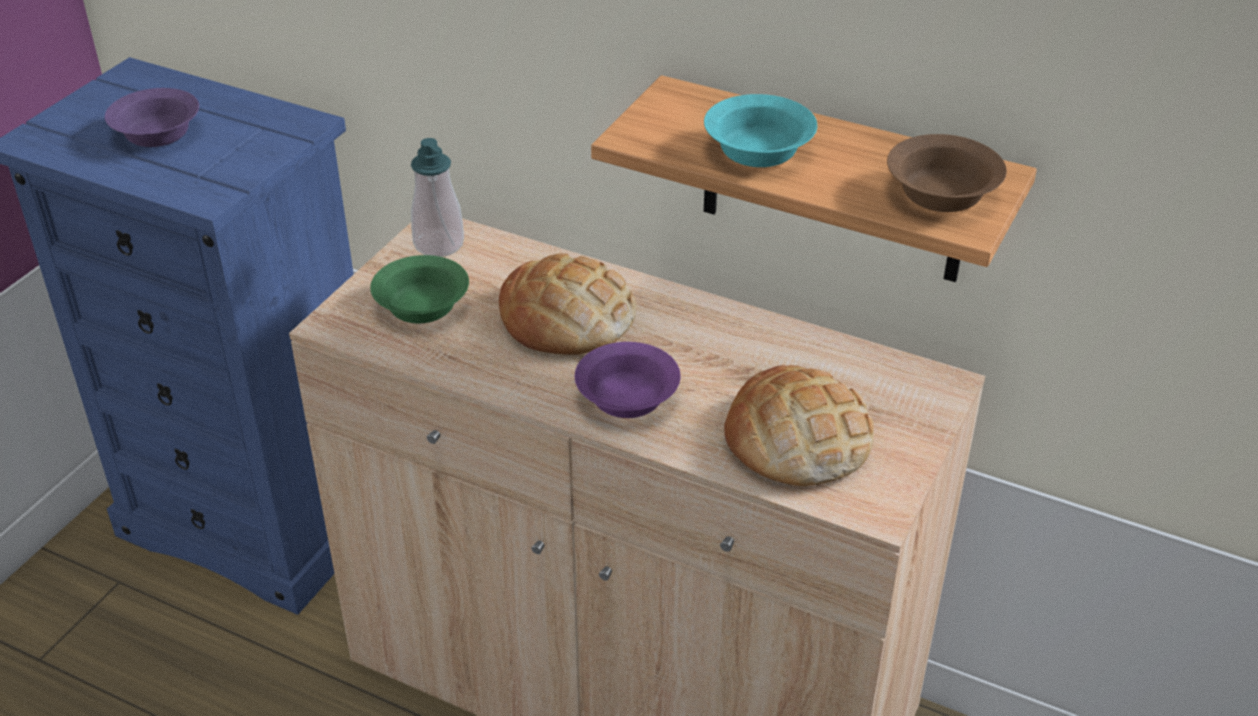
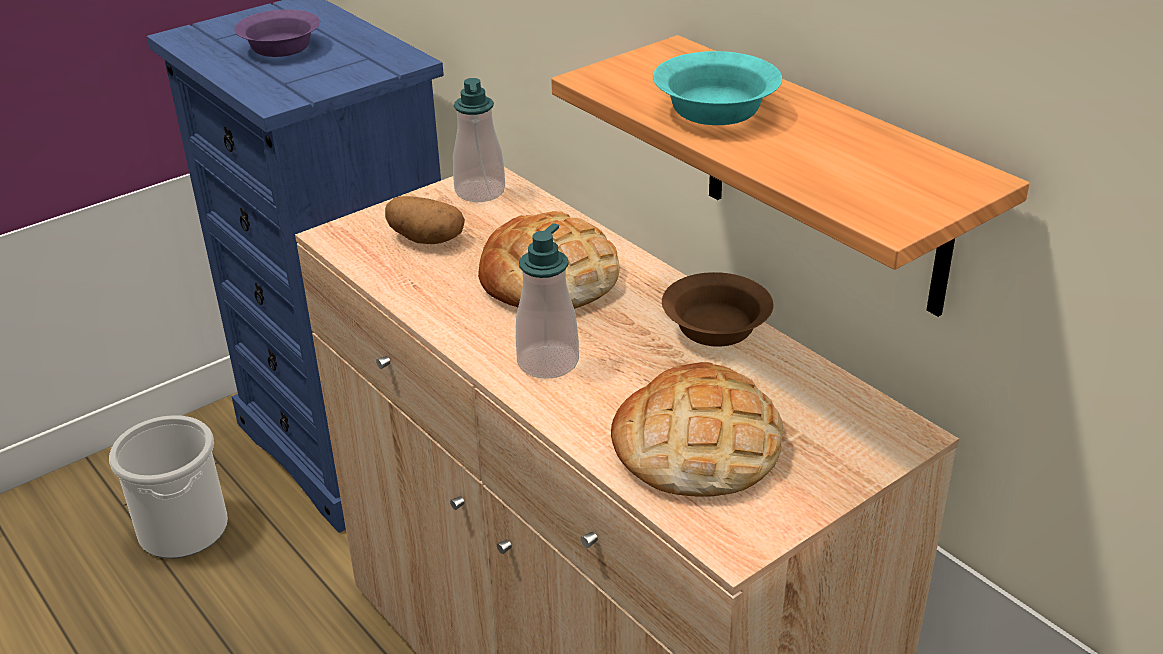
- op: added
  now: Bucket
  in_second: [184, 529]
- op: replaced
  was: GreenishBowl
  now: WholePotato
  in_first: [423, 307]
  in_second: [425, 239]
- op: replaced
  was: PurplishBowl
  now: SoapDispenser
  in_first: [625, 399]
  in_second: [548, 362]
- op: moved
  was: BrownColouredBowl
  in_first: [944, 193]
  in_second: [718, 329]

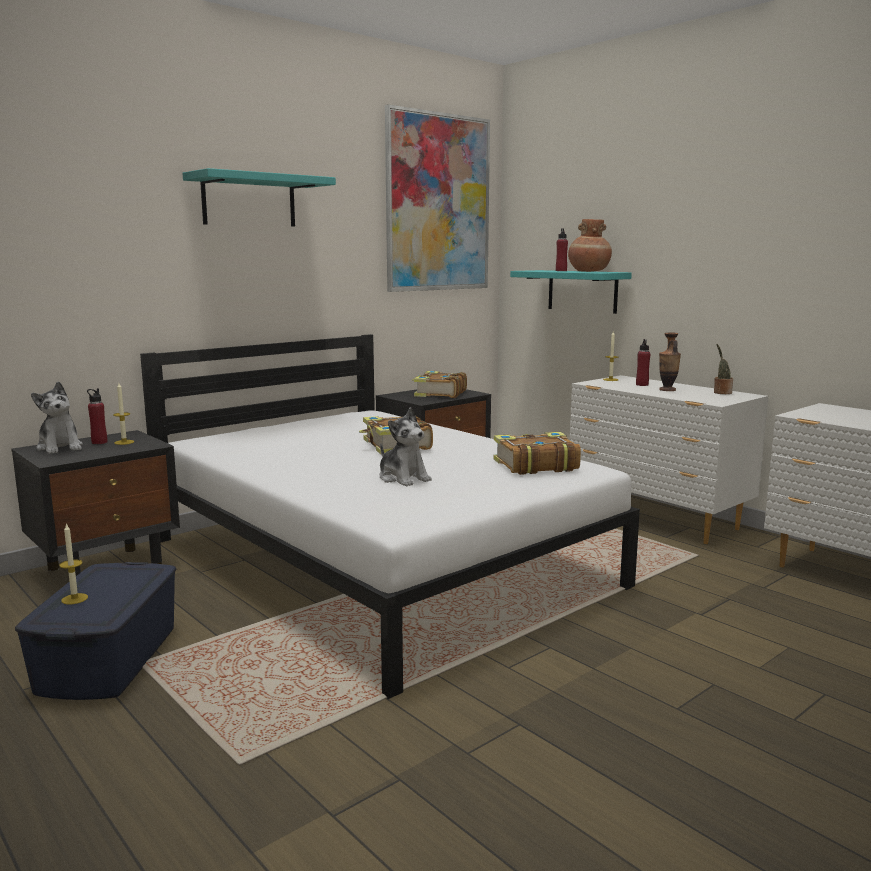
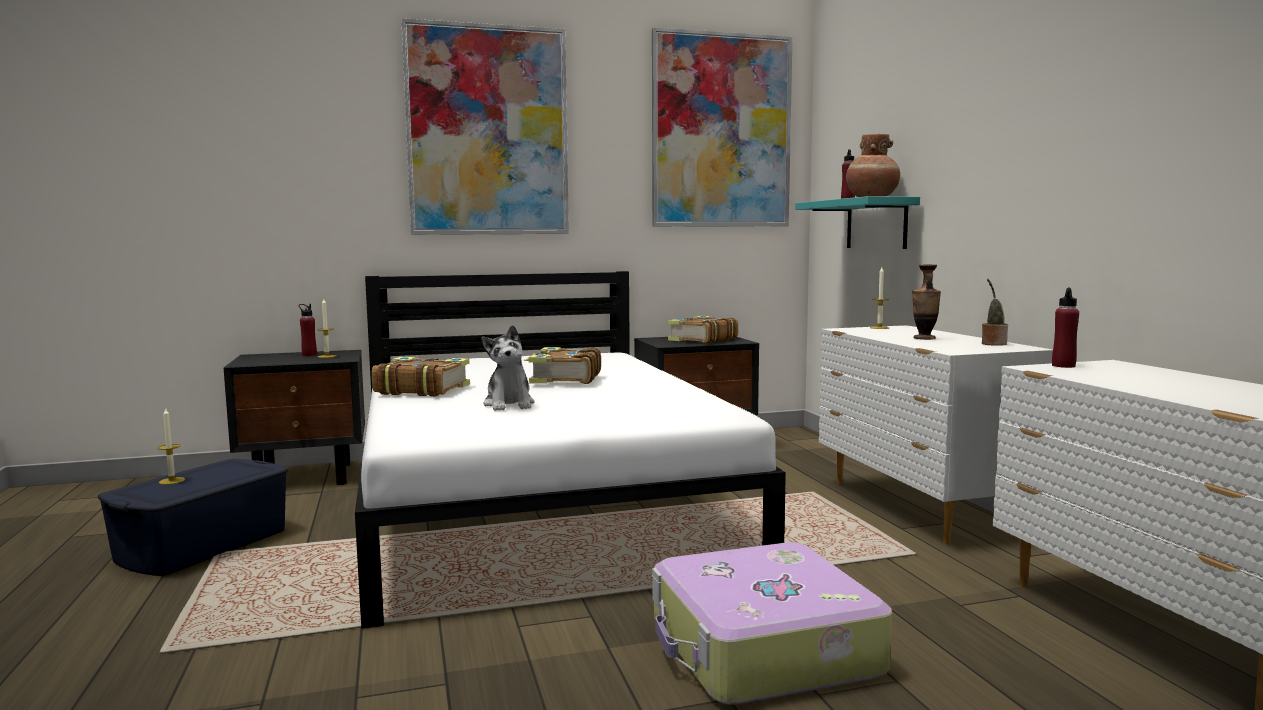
- op: moved
  was: BoundBook
  in_first: [534, 465]
  in_second: [421, 389]
- op: replaced
  was: TurquoiseColouredShelf
  now: WallPicture
  in_first: [249, 201]
  in_second: [488, 131]
- op: added
  now: PieceOfLuggage
  in_second: [762, 649]
- op: moved
  was: RedColouredDrinkBottle
  in_first: [642, 385]
  in_second: [1063, 366]
- op: removed
  was: CuddlyToy
  in_first: [60, 447]

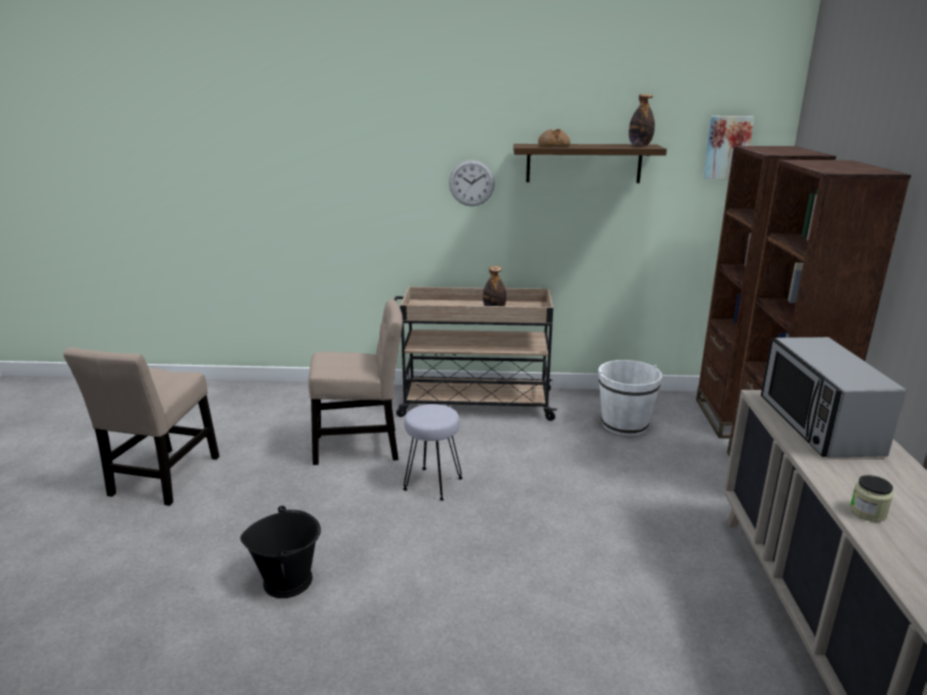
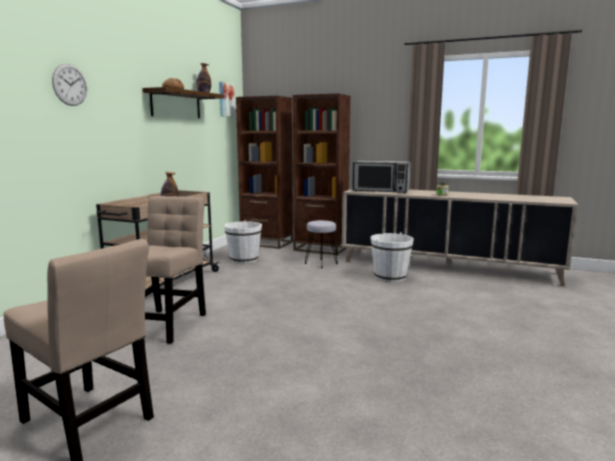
- op: moved
  was: WallClock
  in_first: [471, 183]
  in_second: [70, 85]
- op: moved
  was: GreyStoolSeat
  in_first: [433, 483]
  in_second: [321, 263]
- op: added
  now: WhiteColouredBucket
  in_second: [390, 277]
- op: removed
  was: BlackColouredBucket
  in_first: [288, 580]

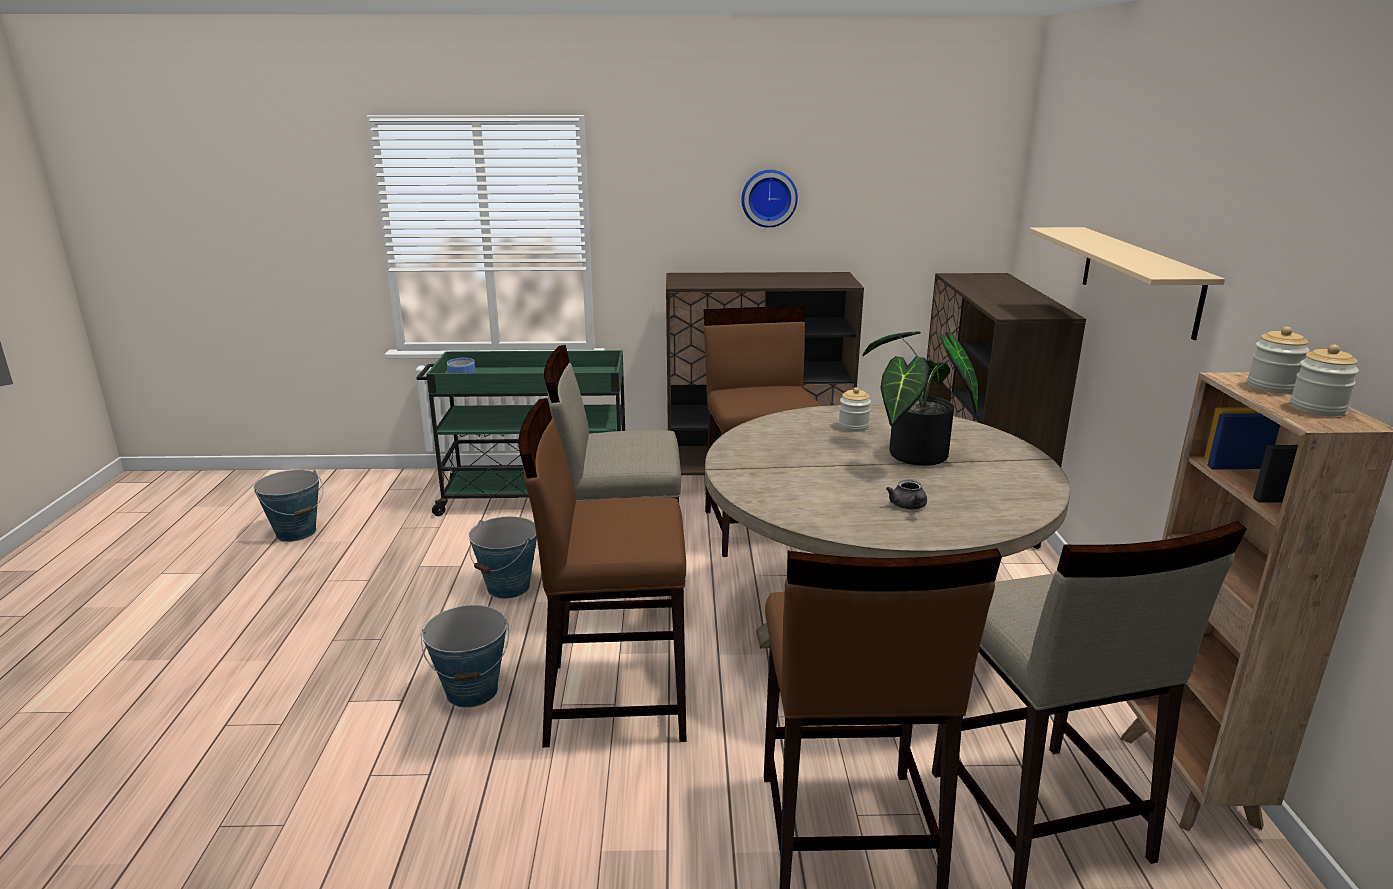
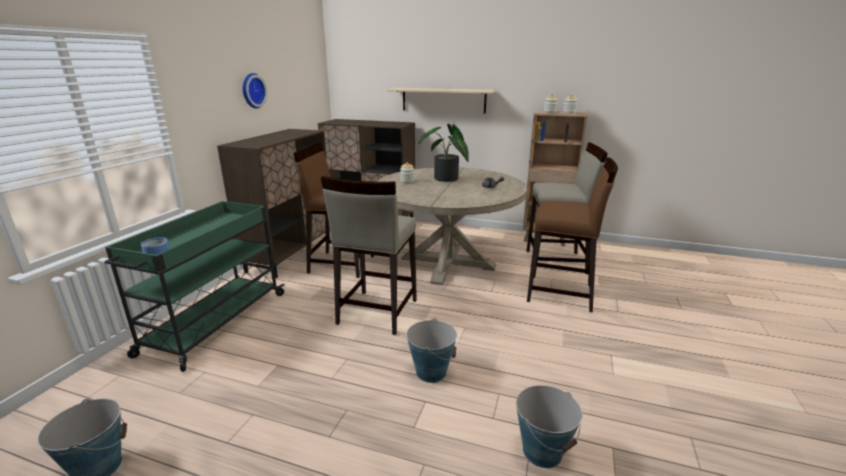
- op: moved
  was: Bucket
  in_first: [508, 587]
  in_second: [542, 451]
- op: removed
  was: BrownColouredStoolSeat
  in_first: [614, 700]

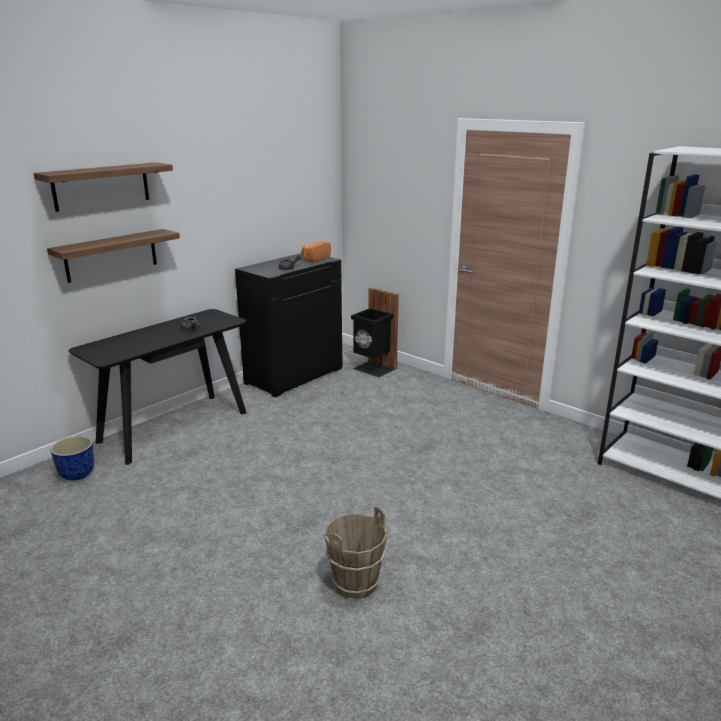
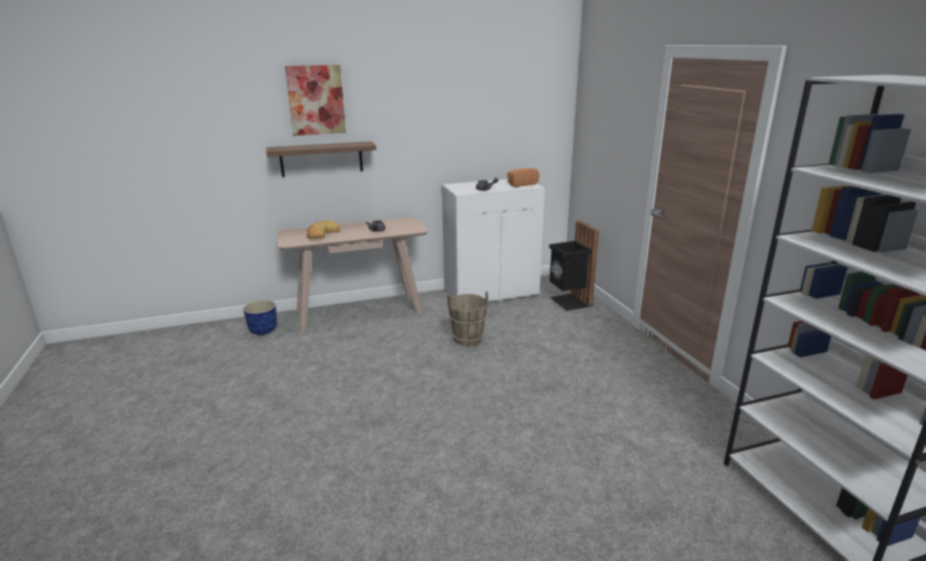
- op: recoloured
  was: BlackColouredConsoleTable
  now: BeigeConsoleTable
  in_first: [174, 426]
  in_second: [359, 312]
- op: replaced
  was: Shelf
  now: WallPicture
  in_first: [101, 186]
  in_second: [316, 100]
- op: added
  now: BakedBread
  in_second: [321, 234]
- op: recoloured
  was: BlackColouredStorageCabinet
  now: WhiteColouredStorageCabinet
  in_first: [294, 375]
  in_second: [491, 292]
- op: moved
  was: BrownColouredBucket
  in_first: [355, 584]
  in_second: [467, 339]

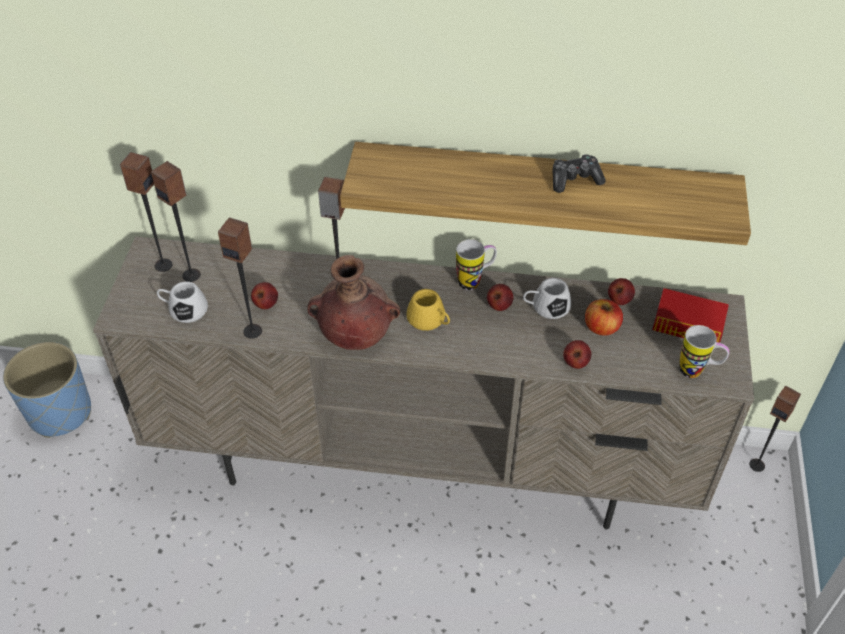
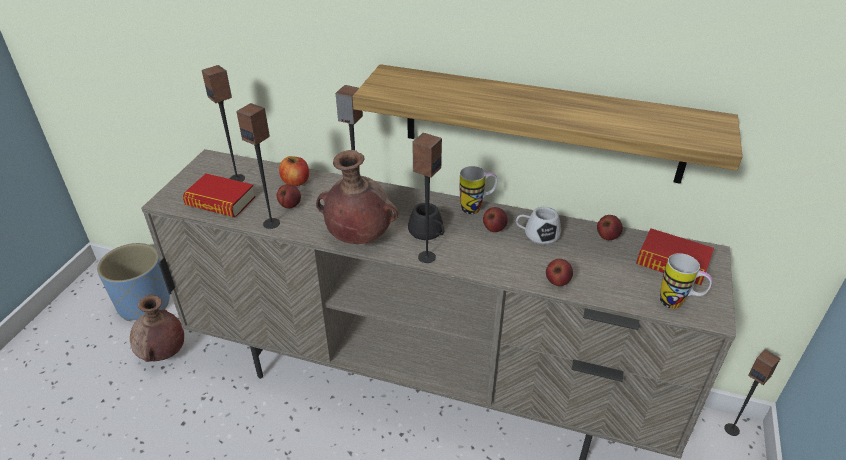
- op: added
  now: BrownColouredFlowerVase
  in_second: [163, 353]
- op: replaced
  was: WhiteColouredTeaMug
  now: BoundBook
  in_first: [184, 309]
  in_second: [220, 201]
- op: moved
  was: AppleFruit
  in_first: [601, 327]
  in_second: [296, 182]
- op: recoloured
  was: YellowTeaMug
  now: BlackColouredTeaMug
  in_first: [430, 320]
  in_second: [428, 233]
- op: moved
  was: Speaker
  in_first: [163, 265]
  in_second: [426, 257]
- op: removed
  was: GameController
  in_first: [575, 179]

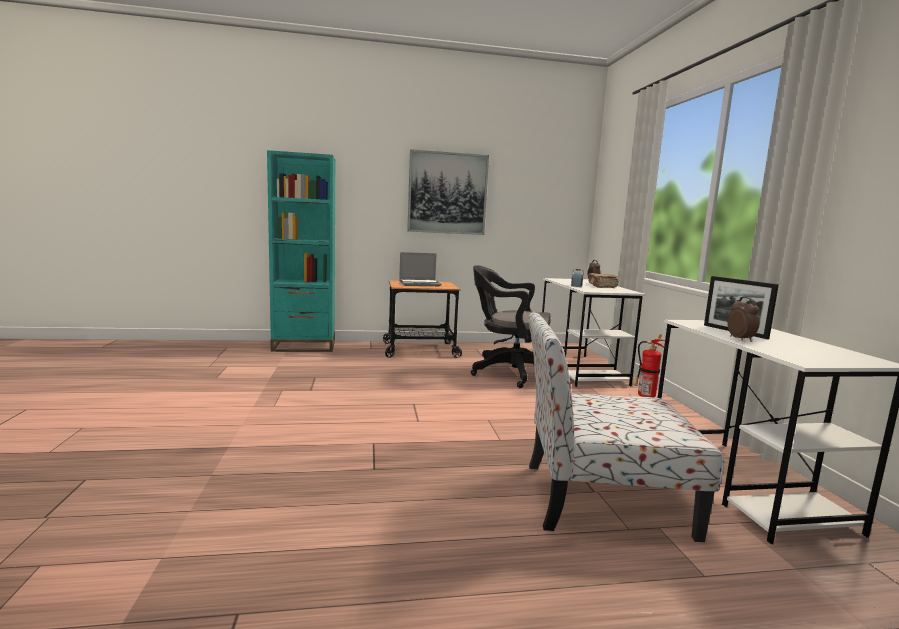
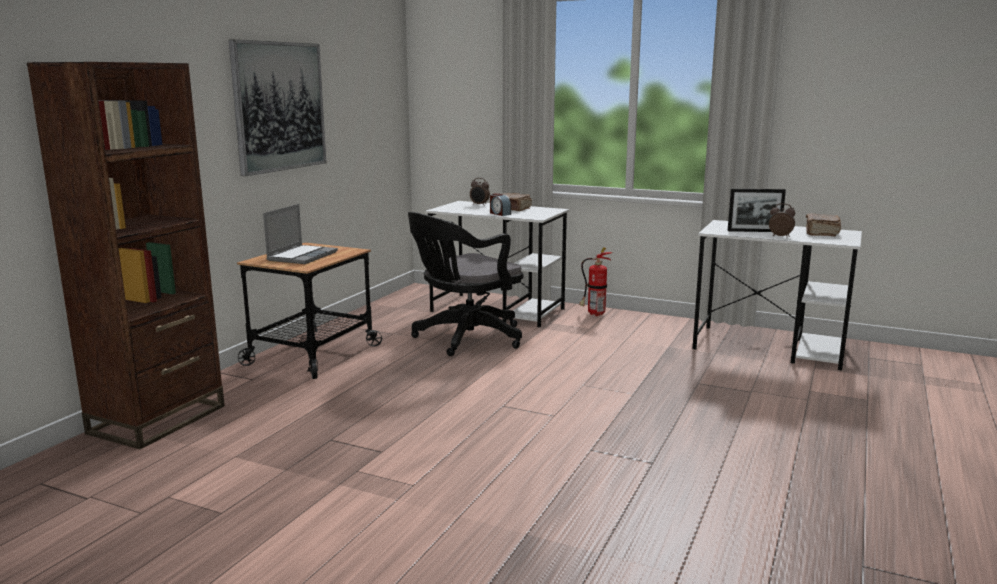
- op: recoloured
  was: TurquoiseColouredShelvingUnit
  now: BrownColouredShelvingUnit
  in_first: [304, 346]
  in_second: [158, 419]
- op: added
  now: BrownColouredBoundBook
  in_second: [821, 232]
- op: removed
  was: PlainChair
  in_first: [600, 499]

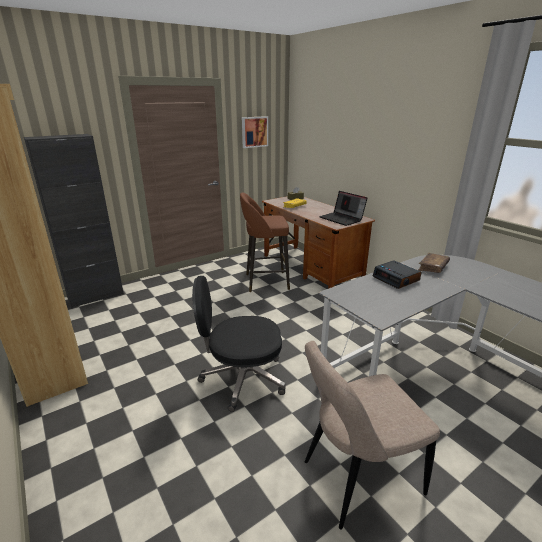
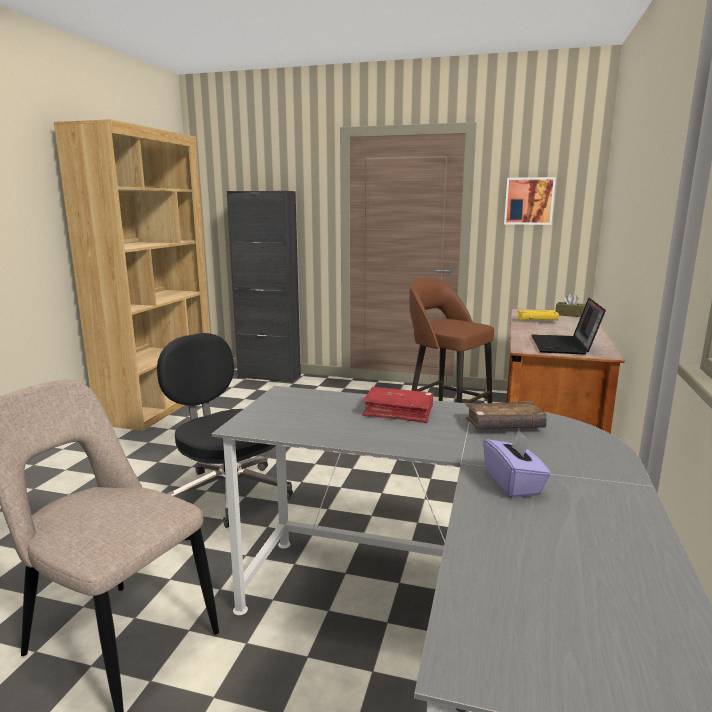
- op: replaced
  was: BedsideClock
  now: RedColouredBoundBook
  in_first: [396, 279]
  in_second: [398, 412]
- op: added
  now: PurplishTissueBox
  in_second: [513, 484]

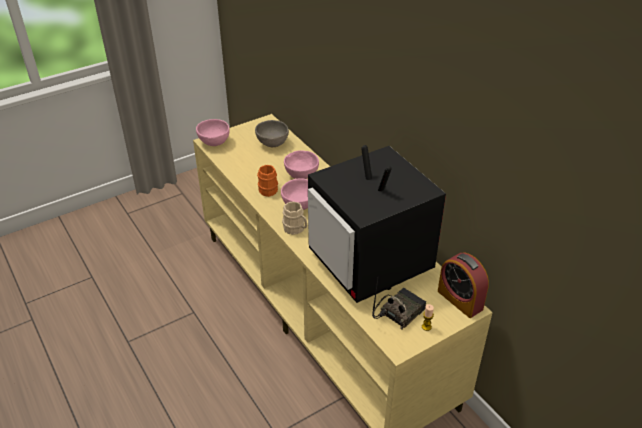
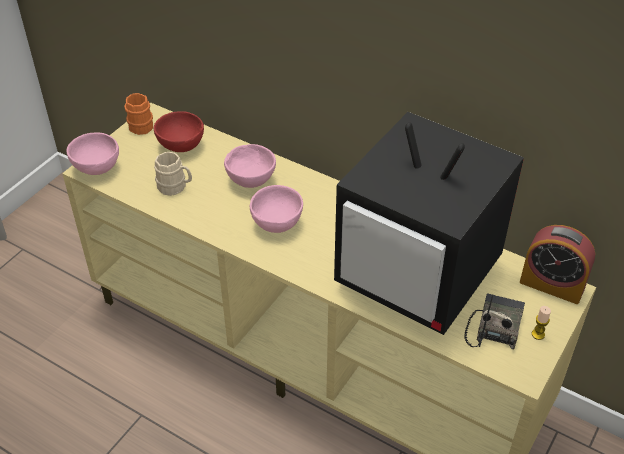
- op: moved
  was: OrangeTeaMug
  in_first: [269, 188]
  in_second: [141, 124]
- op: recoloured
  was: GreyBowl
  now: RedColouredBowl
  in_first: [272, 144]
  in_second: [181, 146]
- op: moved
  was: BeigeTeaMug
  in_first: [296, 229]
  in_second: [175, 187]

